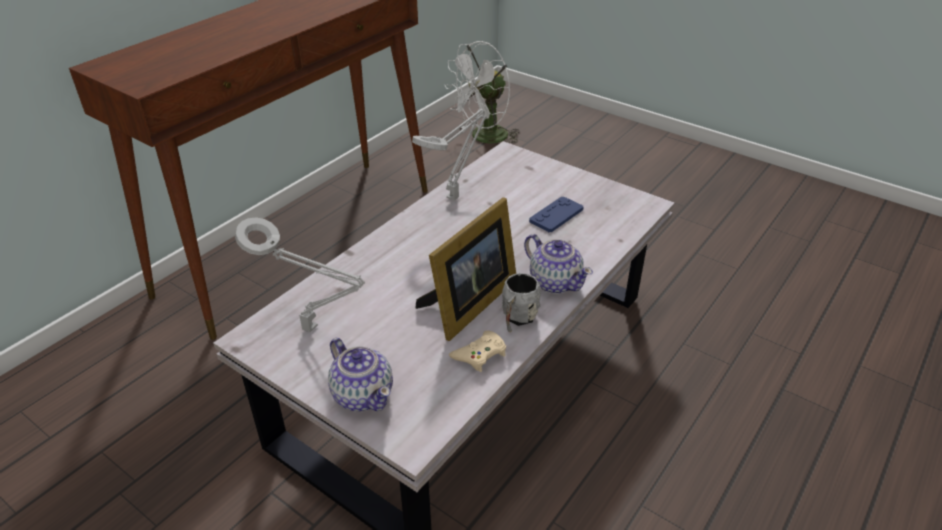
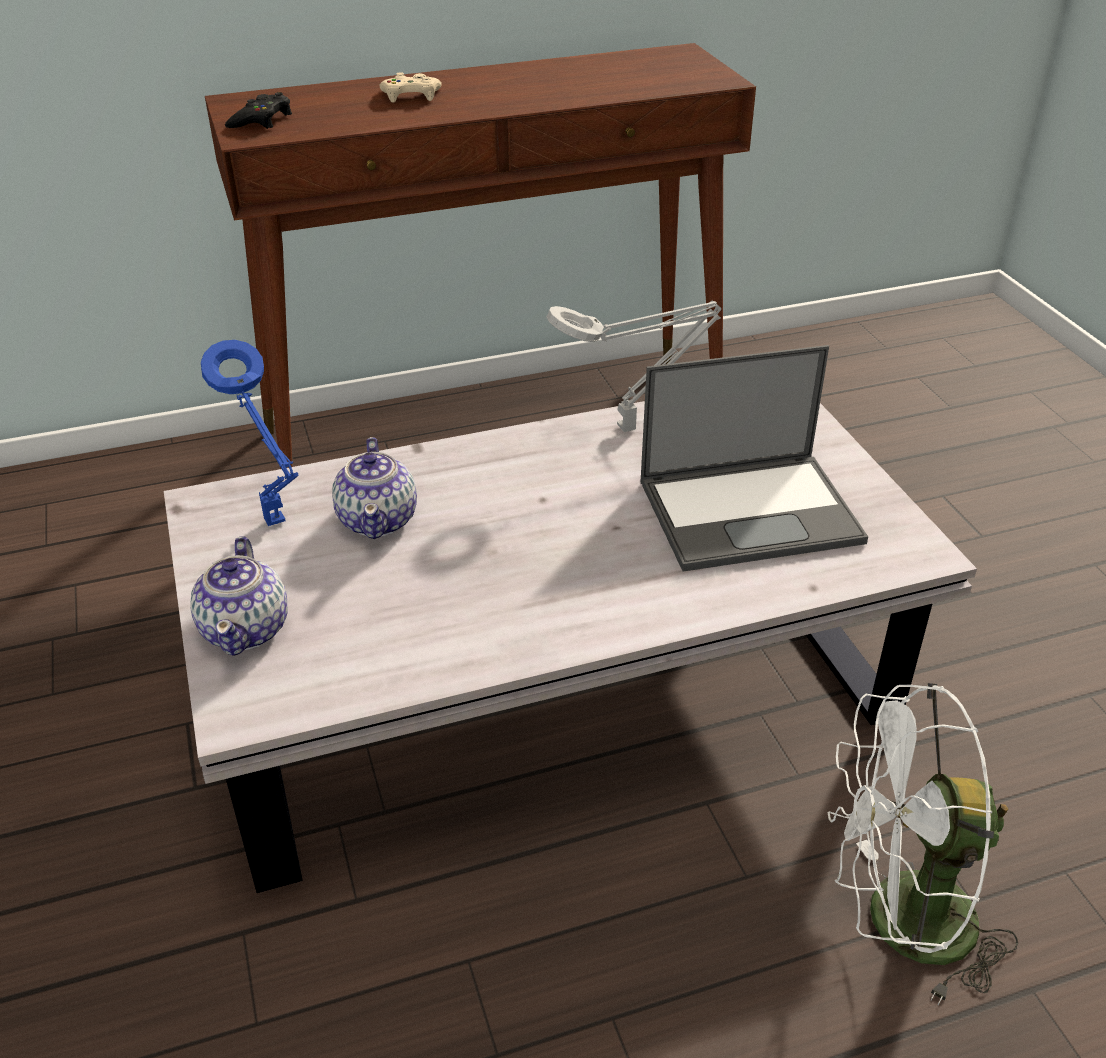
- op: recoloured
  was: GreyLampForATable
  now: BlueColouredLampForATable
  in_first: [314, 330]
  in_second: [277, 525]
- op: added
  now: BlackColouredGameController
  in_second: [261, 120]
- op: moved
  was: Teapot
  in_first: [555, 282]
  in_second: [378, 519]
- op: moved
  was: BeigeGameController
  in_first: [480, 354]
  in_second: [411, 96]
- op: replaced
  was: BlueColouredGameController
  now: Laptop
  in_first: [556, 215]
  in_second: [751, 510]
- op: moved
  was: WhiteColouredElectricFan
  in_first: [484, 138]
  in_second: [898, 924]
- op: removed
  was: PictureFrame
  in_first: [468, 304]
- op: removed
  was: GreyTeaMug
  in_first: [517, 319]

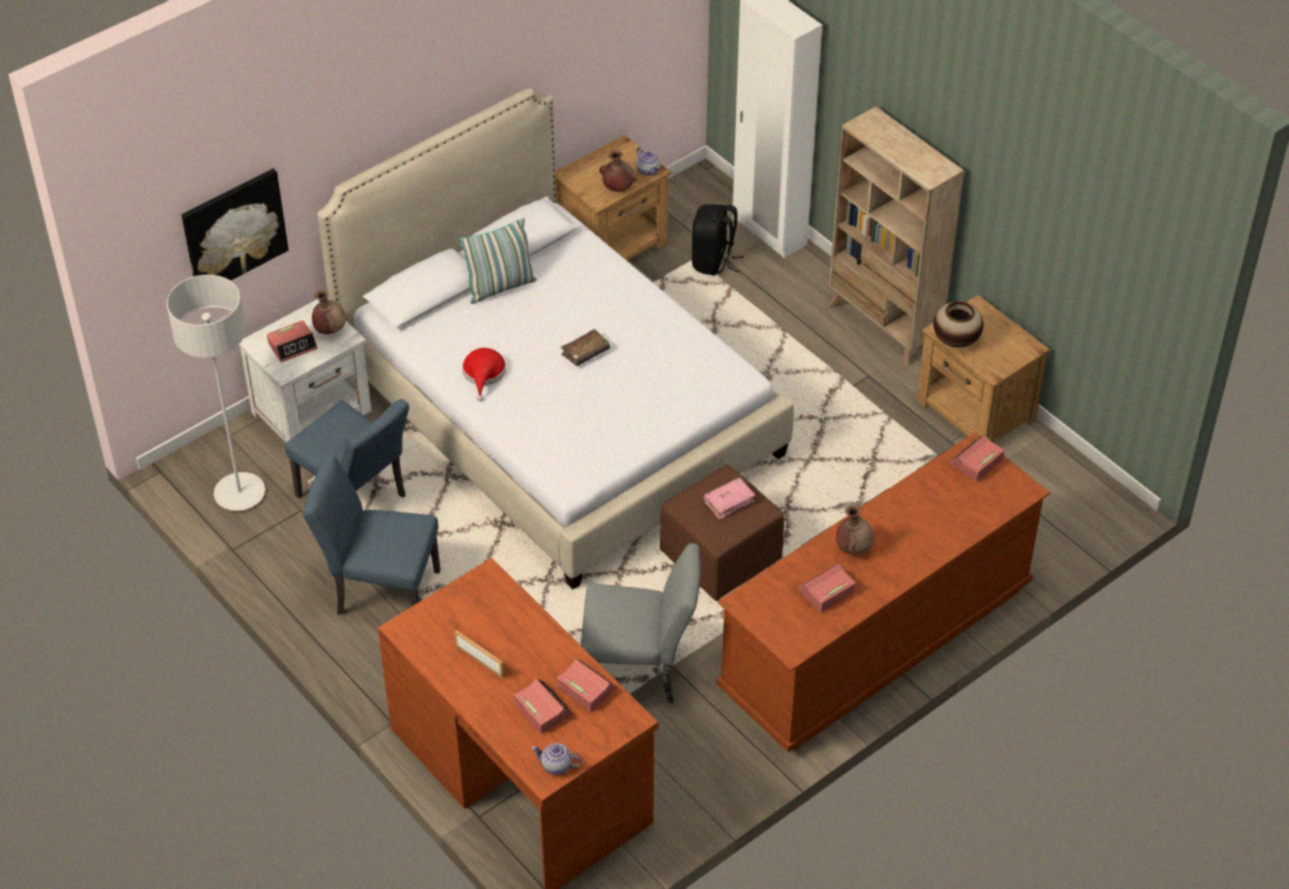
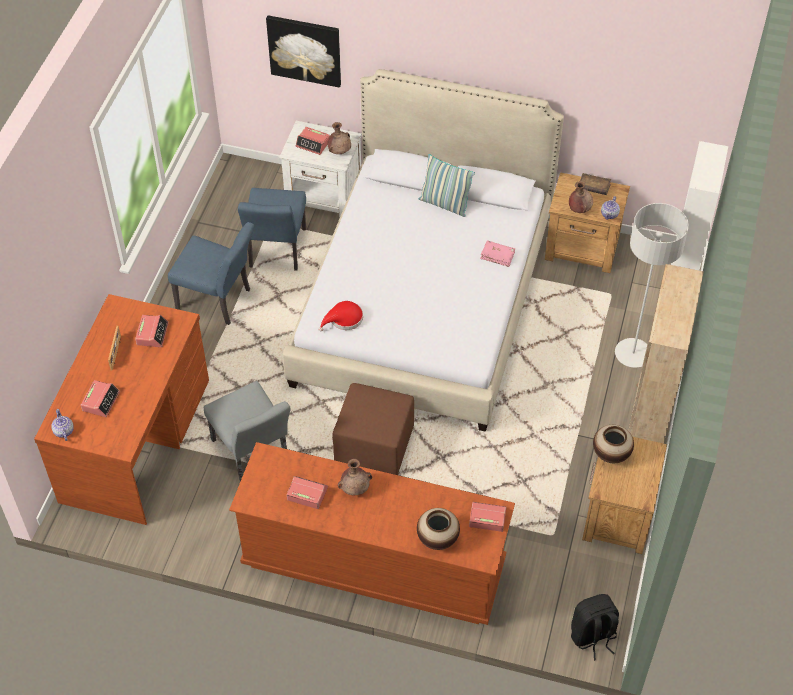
- op: moved
  was: BedsideClock
  in_first: [586, 688]
  in_second: [152, 334]
- op: turned
  was: BlueColouredPlainChair
  in_first: [380, 591]
  in_second: [219, 301]
  clockwise: 135
- op: moved
  was: RedColouredClothingHat
  in_first: [484, 374]
  in_second: [344, 319]
- op: added
  now: FlowerVase
  in_second: [437, 539]
- op: moved
  was: PinkColouredBoundBook
  in_first: [729, 502]
  in_second: [497, 256]
- op: moved
  was: BlackColouredRucksack
  in_first: [713, 261]
  in_second: [593, 636]
- op: moved
  was: BrownColouredBoundBook
  in_first: [585, 353]
  in_second: [594, 187]
- op: moved
  was: GreyFloorLamp
  in_first: [240, 493]
  in_second: [633, 354]

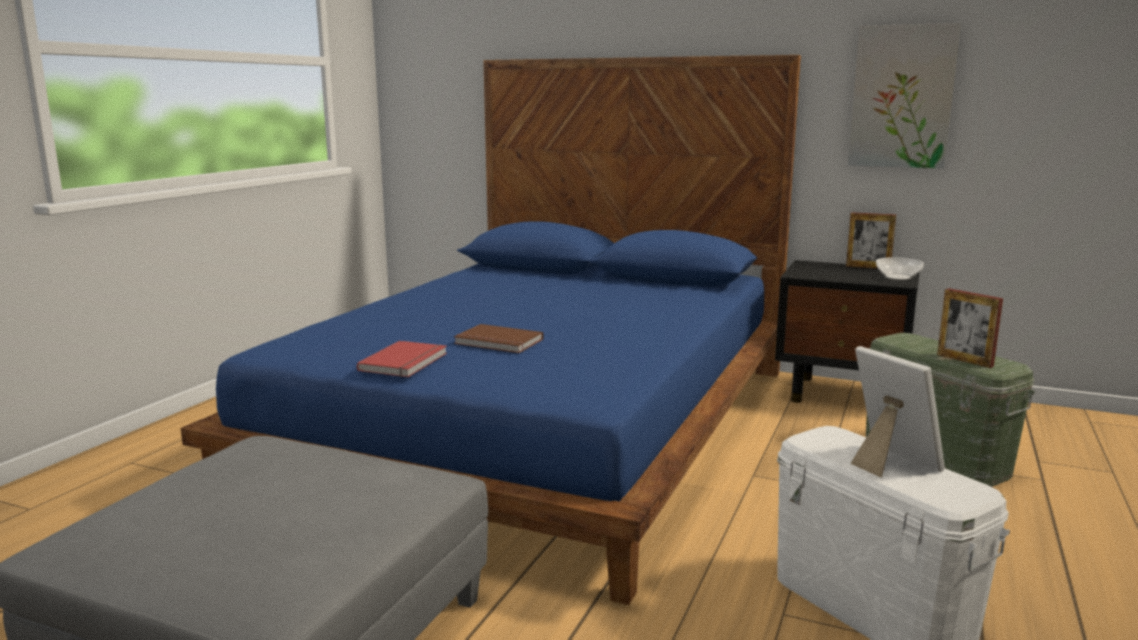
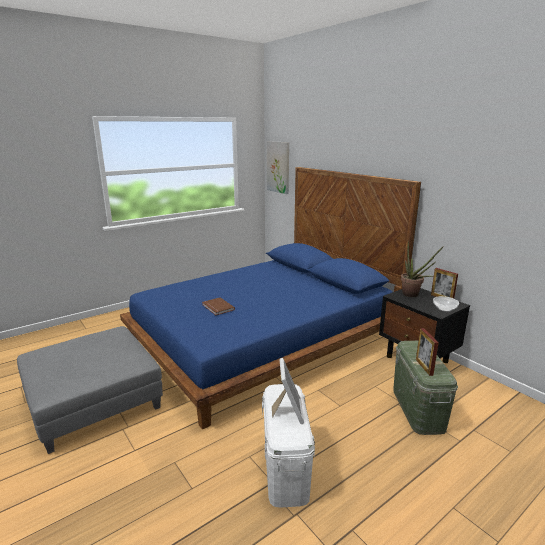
- op: moved
  was: WallPicture
  in_first: [902, 97]
  in_second: [278, 167]
- op: added
  now: PlantInAPot
  in_second: [413, 295]
- op: removed
  was: RedColouredBoundBook
  in_first: [406, 362]

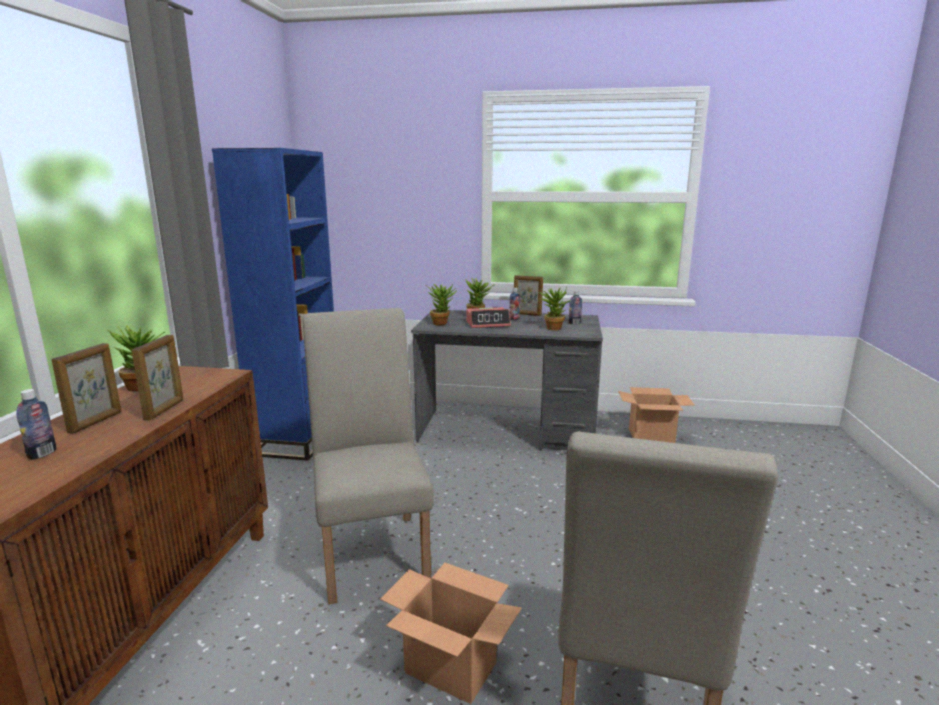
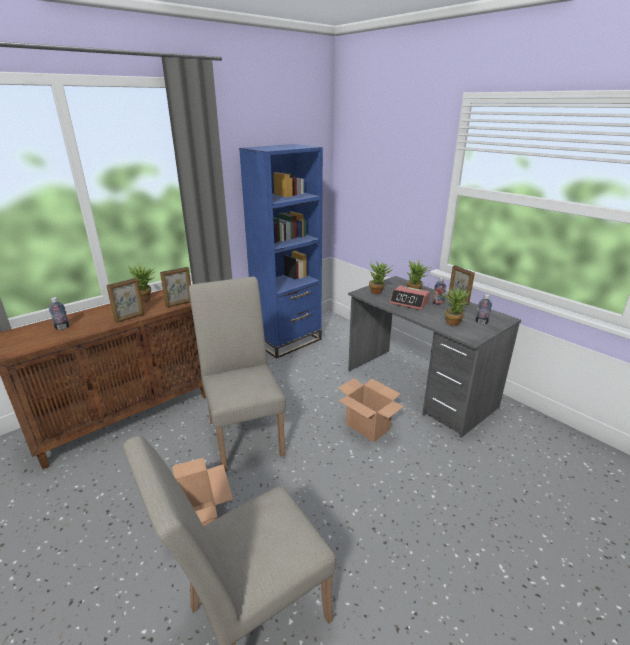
- op: moved
  was: PictureFrame
  in_first: [96, 422]
  in_second: [179, 304]
- op: turned
  was: BeigePlainChair
  in_first: [373, 548]
  in_second: [245, 432]
  clockwise: -45
- op: moved
  was: PackingBox
  in_first: [652, 436]
  in_second: [368, 427]

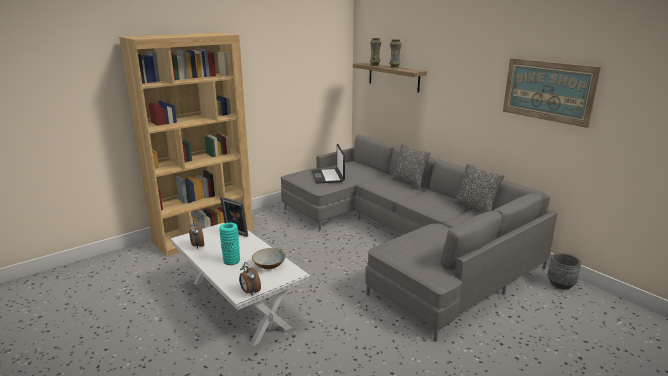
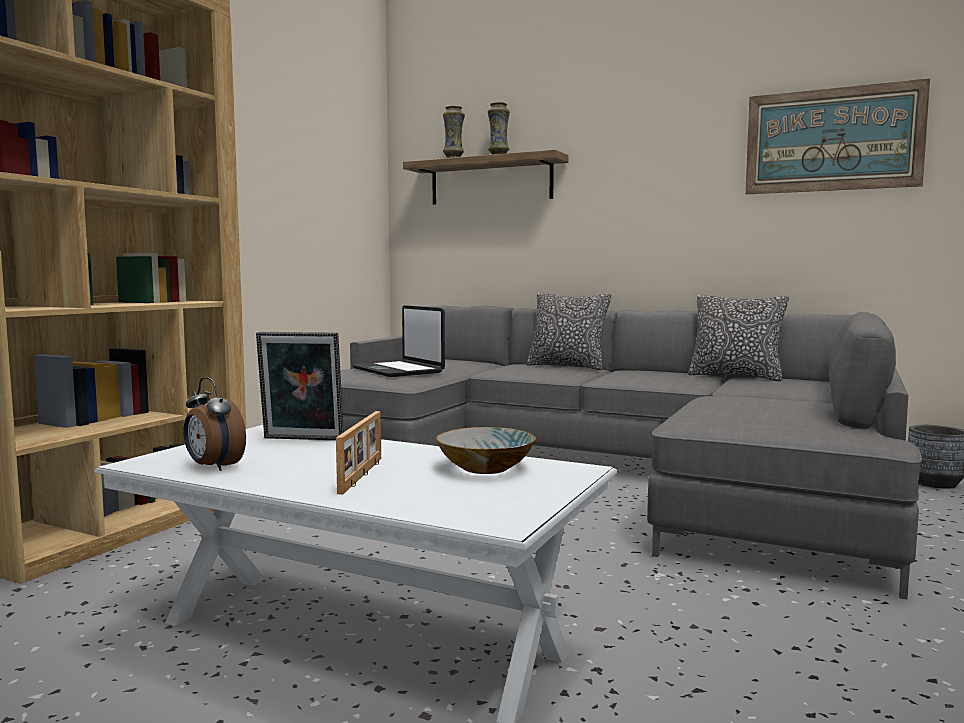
- op: replaced
  was: TurquoiseColouredFlowerVase
  now: PictureFrame
  in_first: [231, 260]
  in_second: [363, 475]
- op: removed
  was: BedsideClock
  in_first: [250, 292]

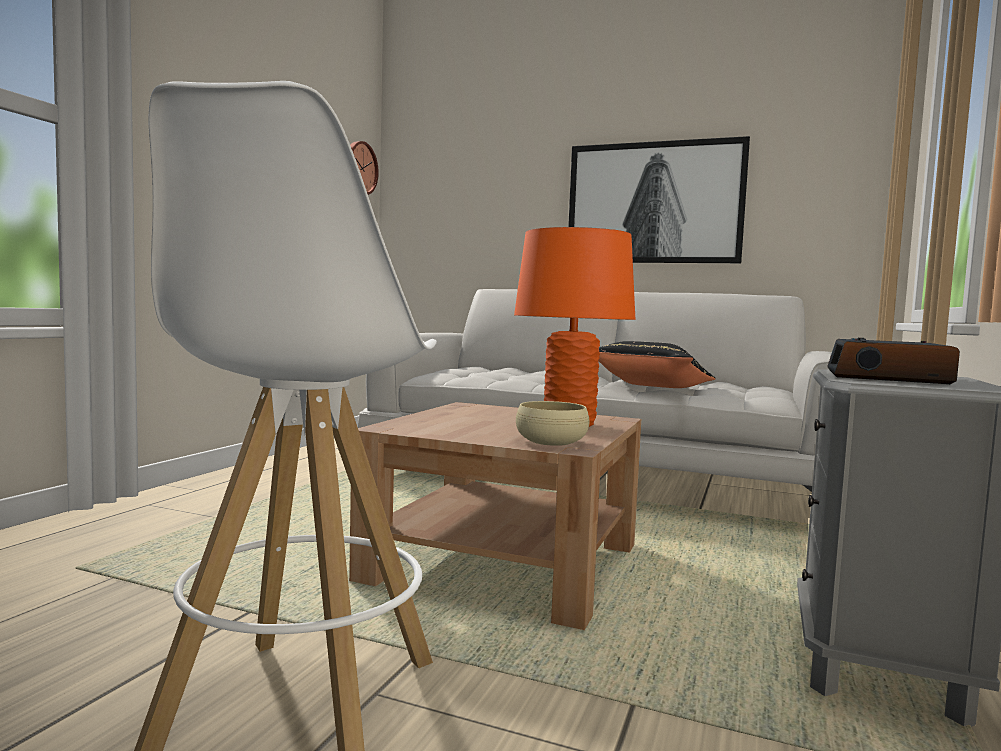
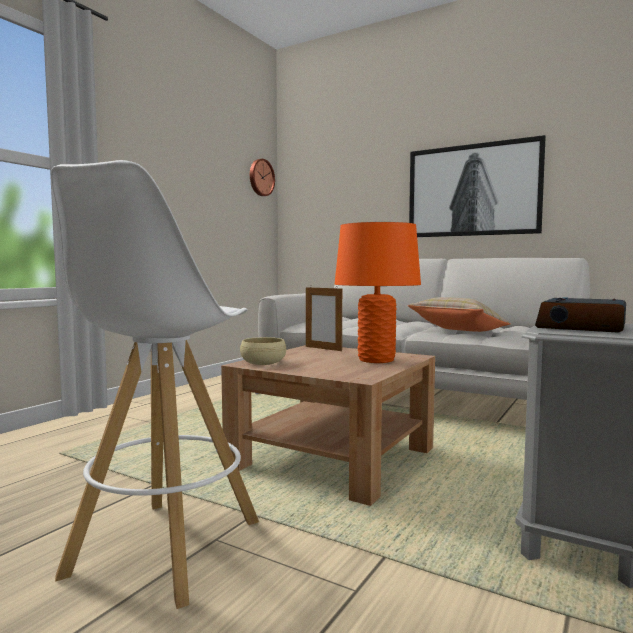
- op: moved
  was: BeigeBowl
  in_first: [551, 442]
  in_second: [263, 362]
- op: added
  now: PictureFrame
  in_second: [323, 348]
- op: recoloured
  was: BlackColouredPillow
  now: BeigePillow
  in_first: [650, 387]
  in_second: [458, 331]

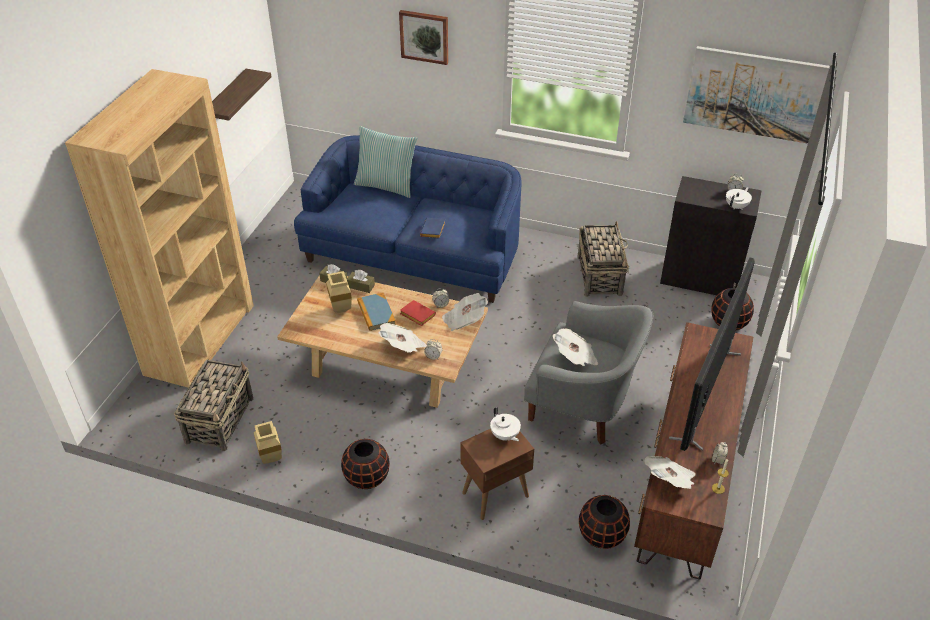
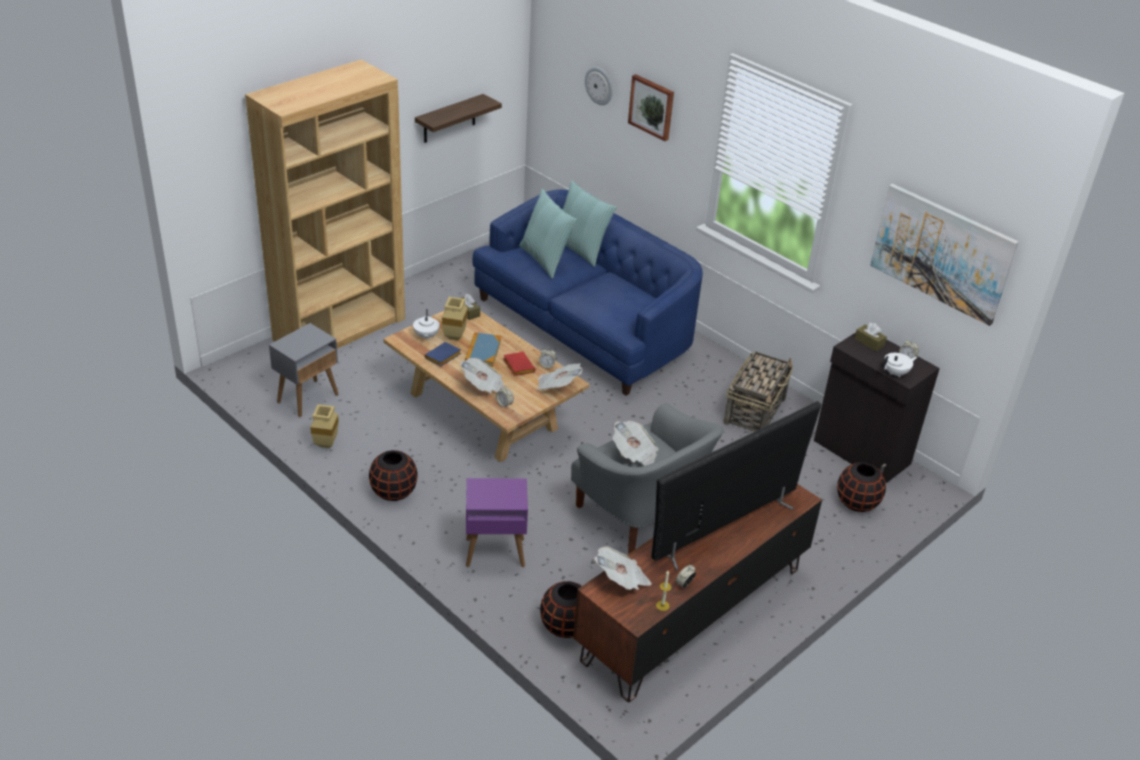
- op: replaced
  was: StorageBasket
  now: GreySideTable
  in_first: [220, 419]
  in_second: [308, 398]
- op: moved
  was: WhiteColouredTeapot
  in_first: [505, 436]
  in_second: [426, 336]
- op: moved
  was: BlueColouredBoundBook
  in_first: [433, 231]
  in_second: [443, 357]
- op: recoloured
  was: BrownColouredSideTable
  now: PurplishSideTable
  in_first: [494, 495]
  in_second: [494, 552]
- op: added
  now: Pillow
  in_second: [545, 259]
- op: added
  now: WallClock
  in_second: [599, 85]
- op: moved
  was: BrownColouredTissueBox
  in_first: [361, 286]
  in_second: [869, 342]

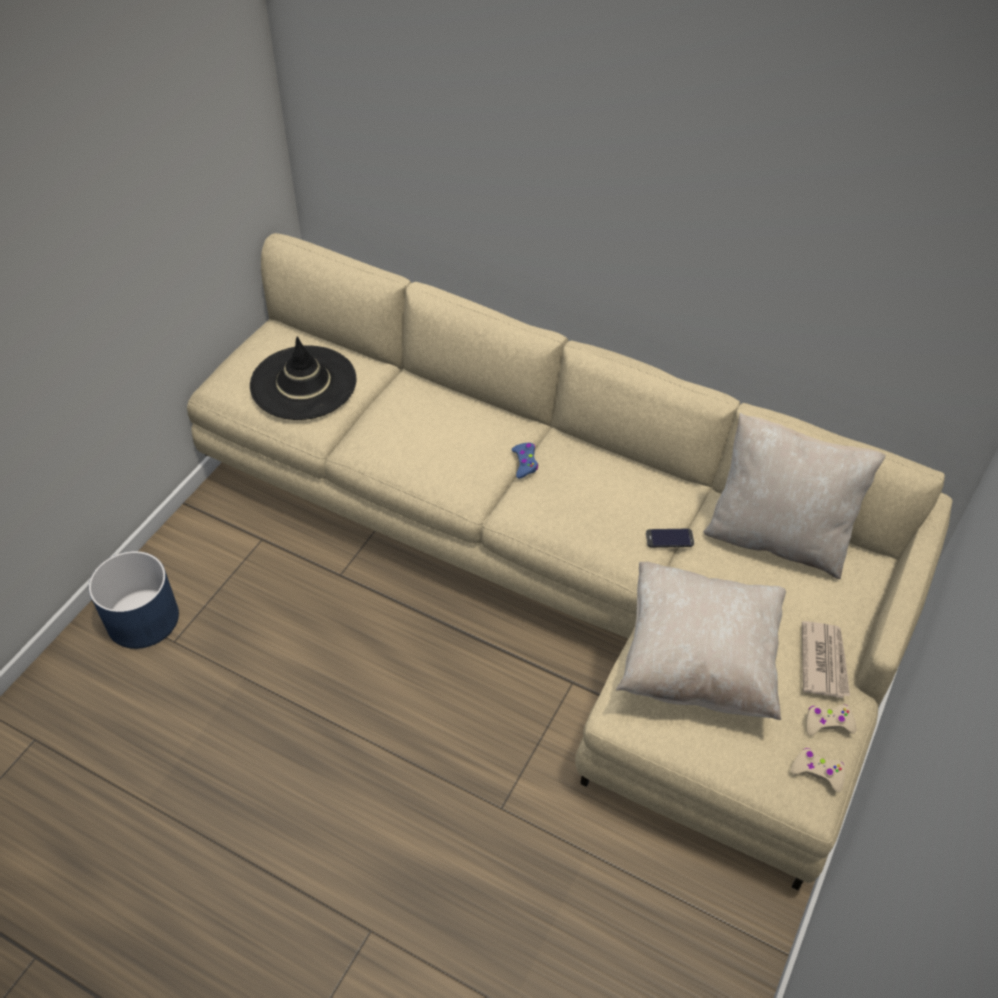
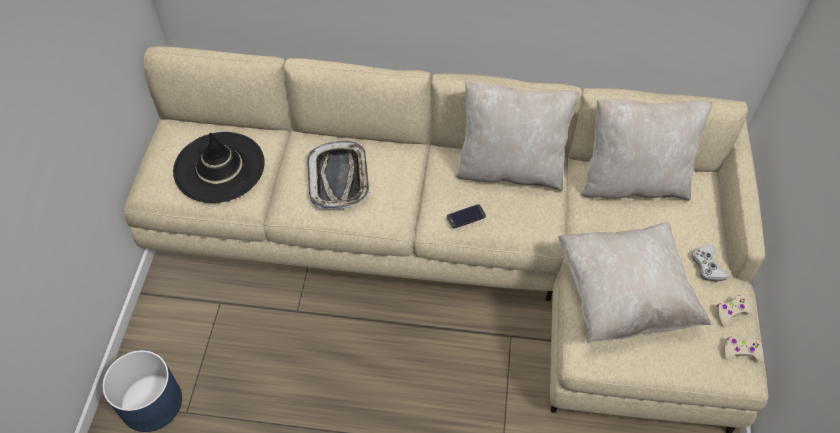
- op: added
  now: Tray
  in_second: [339, 179]
- op: moved
  was: Telephone
  in_first: [669, 538]
  in_second: [466, 216]
- op: added
  now: BeigePillow
  in_second: [510, 168]
- op: replaced
  was: Newspaper
  now: WhiteColouredGameController
  in_first: [824, 661]
  in_second: [708, 266]
- op: removed
  was: BlueColouredGameController
  in_first: [525, 463]

